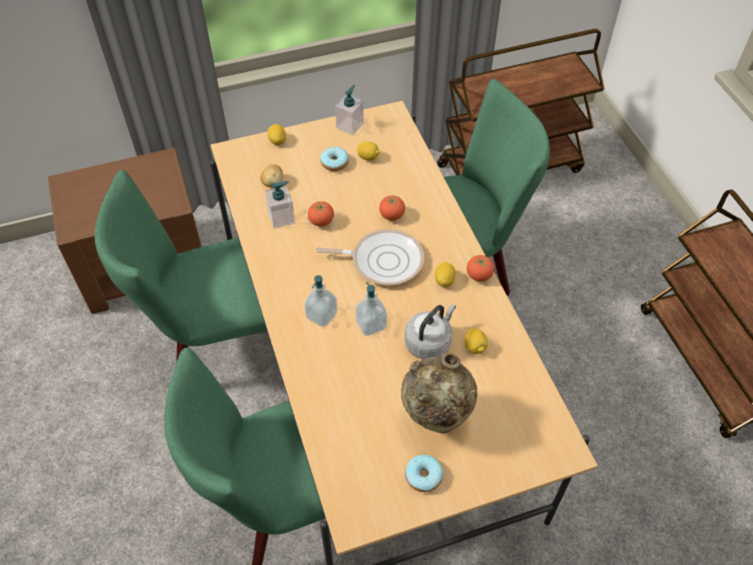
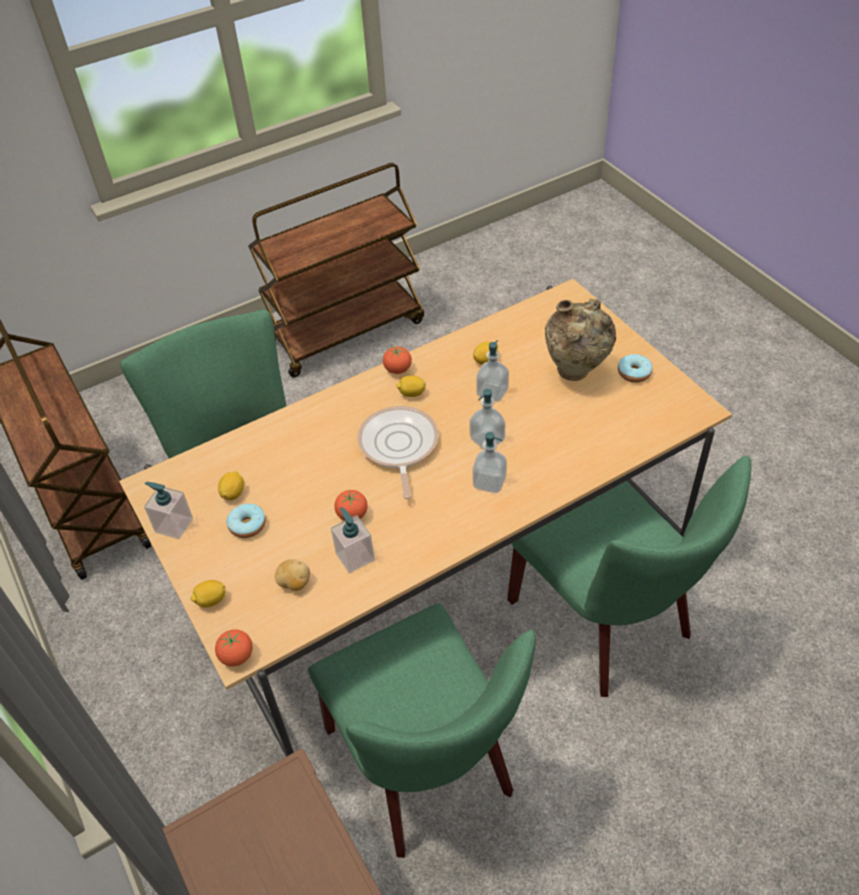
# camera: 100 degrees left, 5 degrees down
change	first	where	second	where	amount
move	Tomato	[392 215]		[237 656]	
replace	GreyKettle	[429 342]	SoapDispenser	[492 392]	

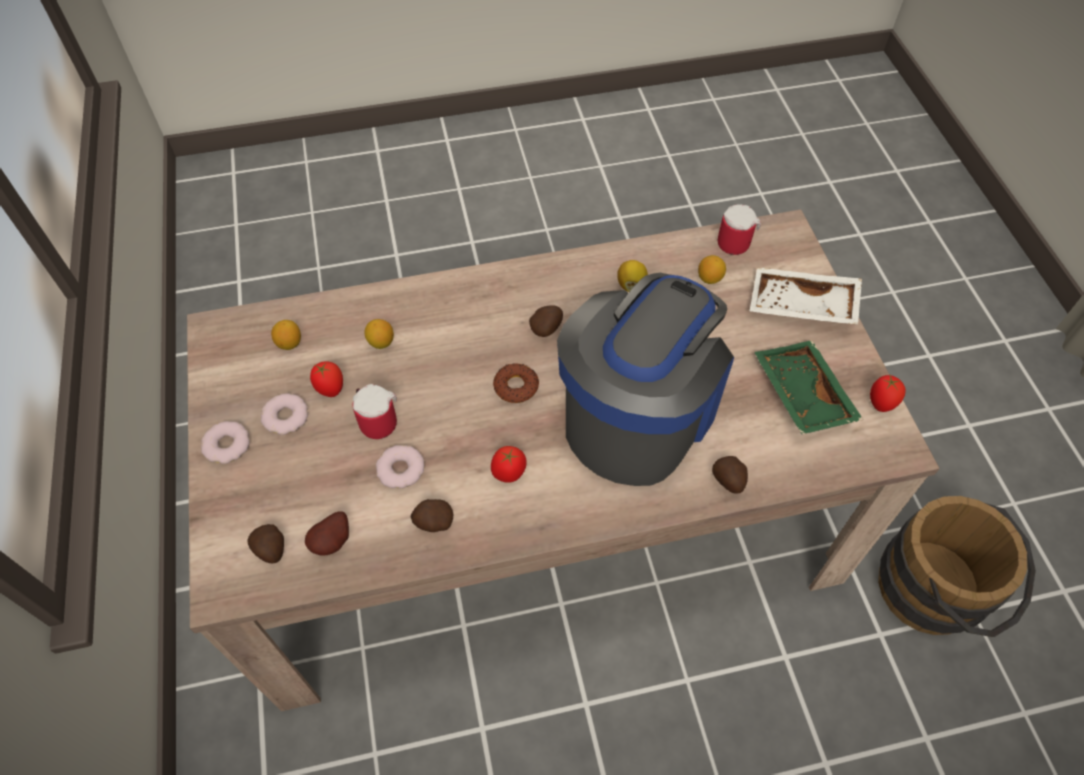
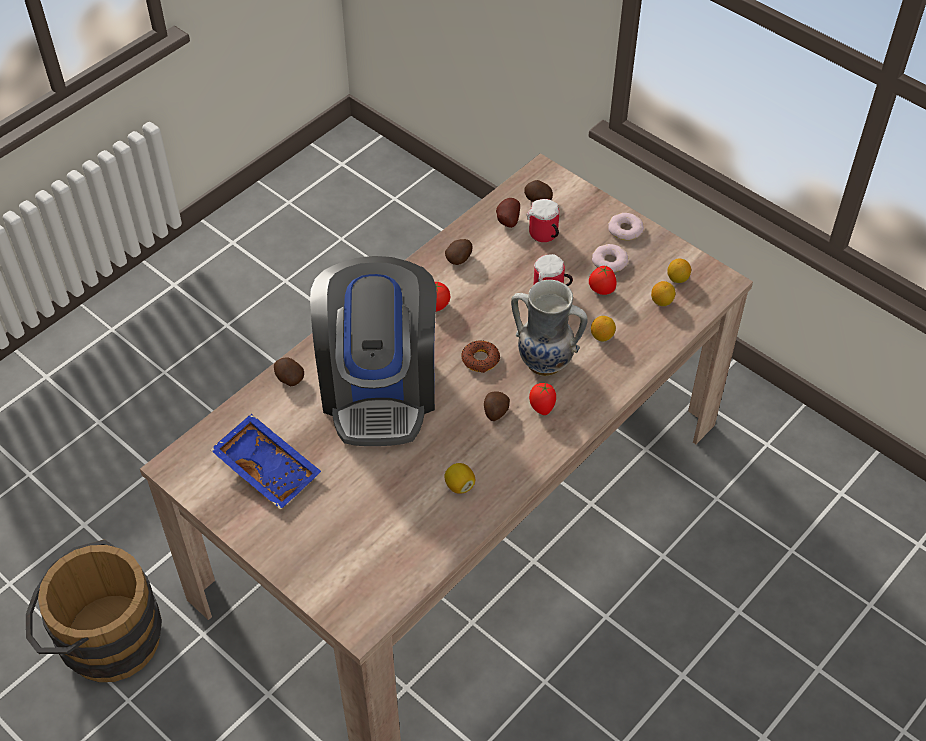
# camera: 145 degrees right, 5 degrees down
change	first	where	second	where	amount
move	Mug	[734 240]		[544 236]	
move	Lemon	[709 278]		[677 279]	
delete	WhiteTray	[801 306]			
recolor	GreenTray	[800 395]	BlueTray	[268 467]	
move	Tomato	[881 403]		[541 408]	
delete	Donut	[401 469]			
insert			Vase	[545 361]	

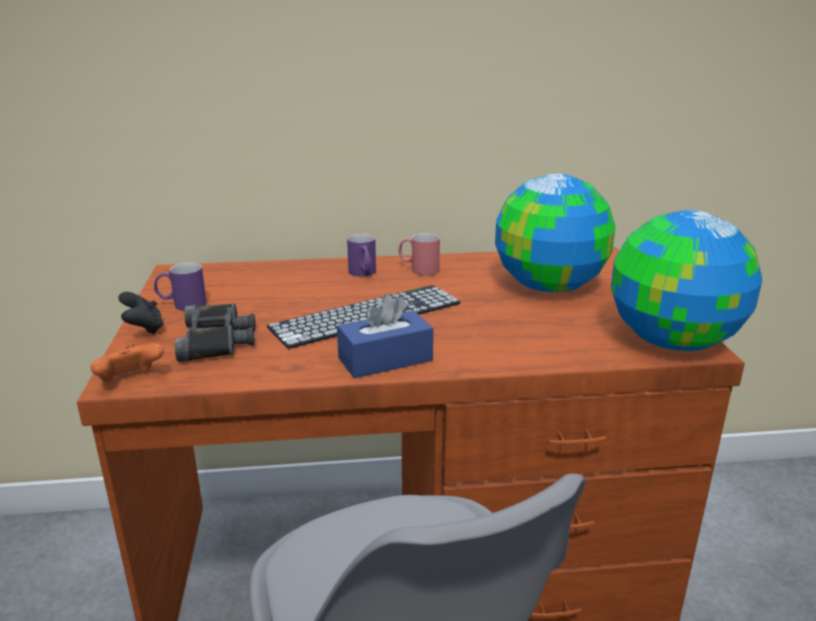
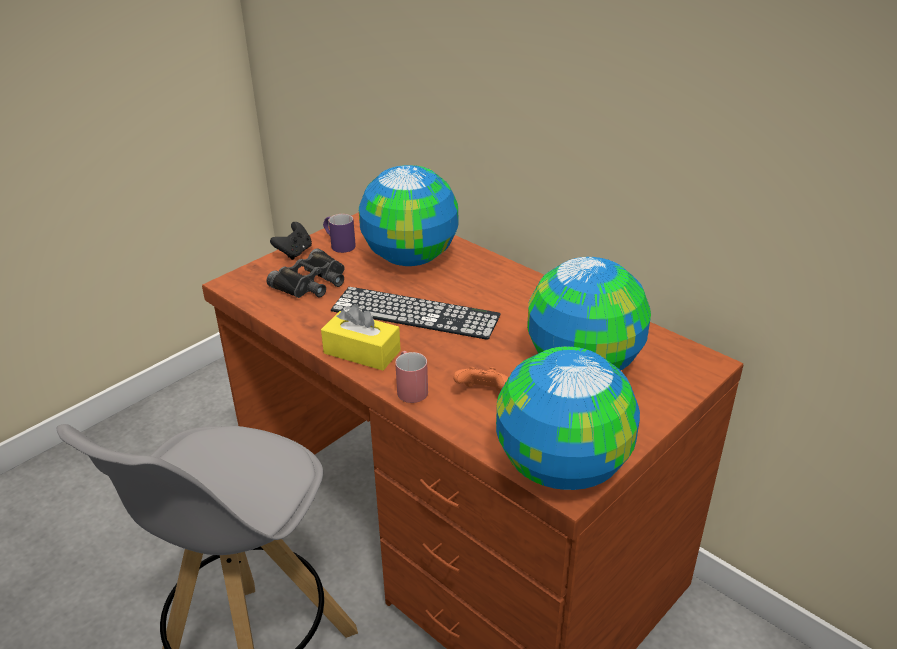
# camera: 50 degrees right, 10 degrees up
change	first	where	second	where	amount
move	RedMug	[418 269]		[410 388]	
delete	PurpleMug	[363 274]			
recolor	BlueTissueBox	[385 359]	YellowTissueBox	[362 352]	
move	OrangeGameController	[129 380]		[483 393]	
insert			Globe	[410 257]	

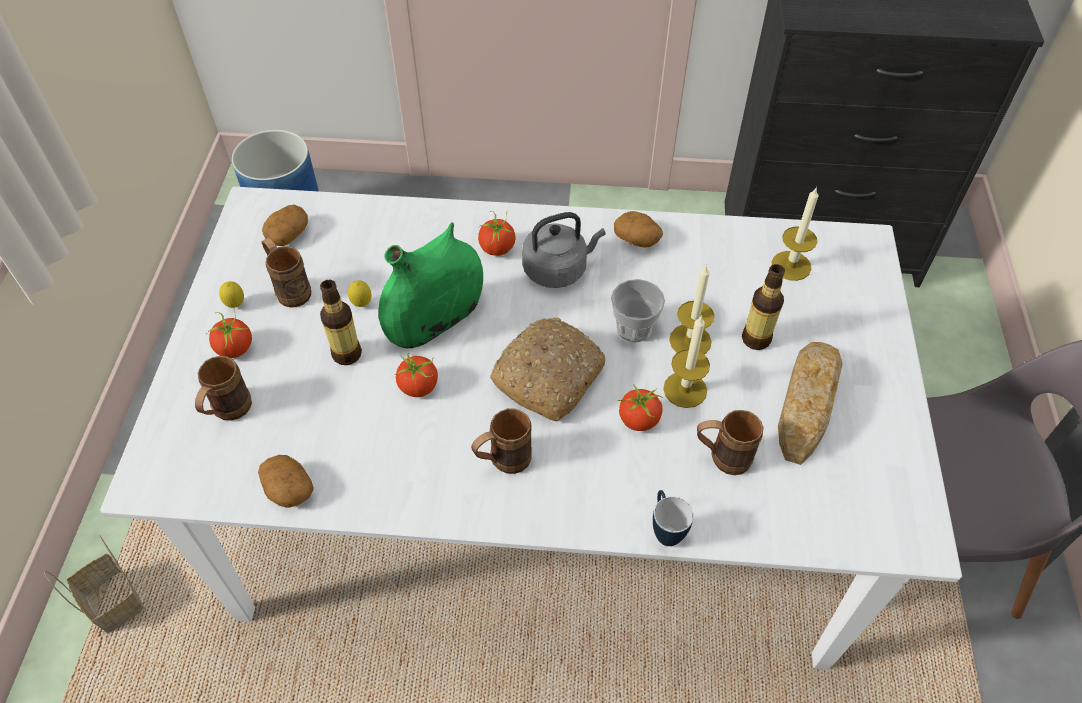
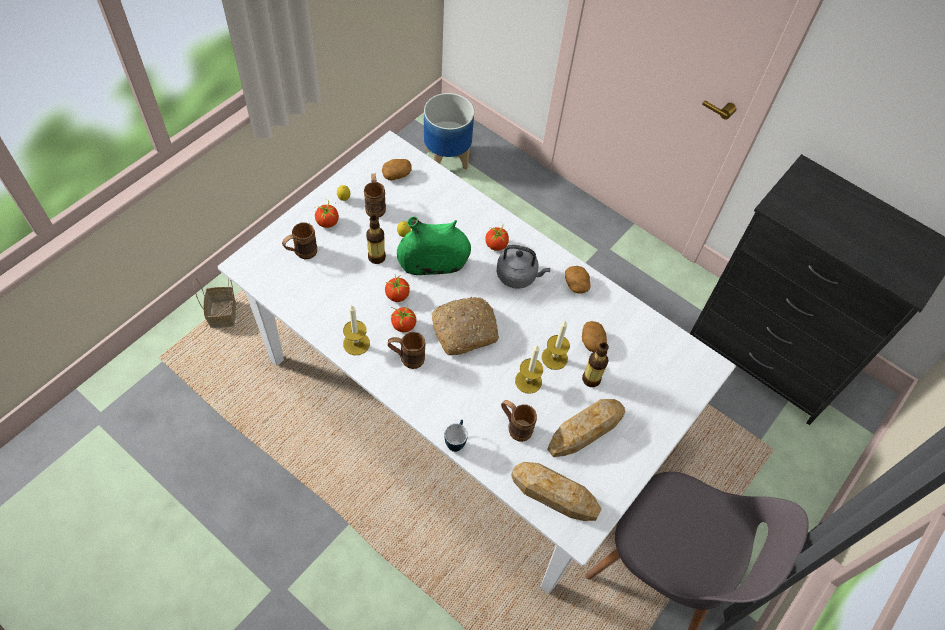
# camera: 30 degrees right, 5 degrees up
change	first	where	second	where	amount
move	Candle	[791 265]		[356 343]	
delete	Cup	[634 328]			
move	Tomato	[638 420]		[403 325]	
move	Potato	[288 489]		[592 341]	
insert			Bread	[554 494]	

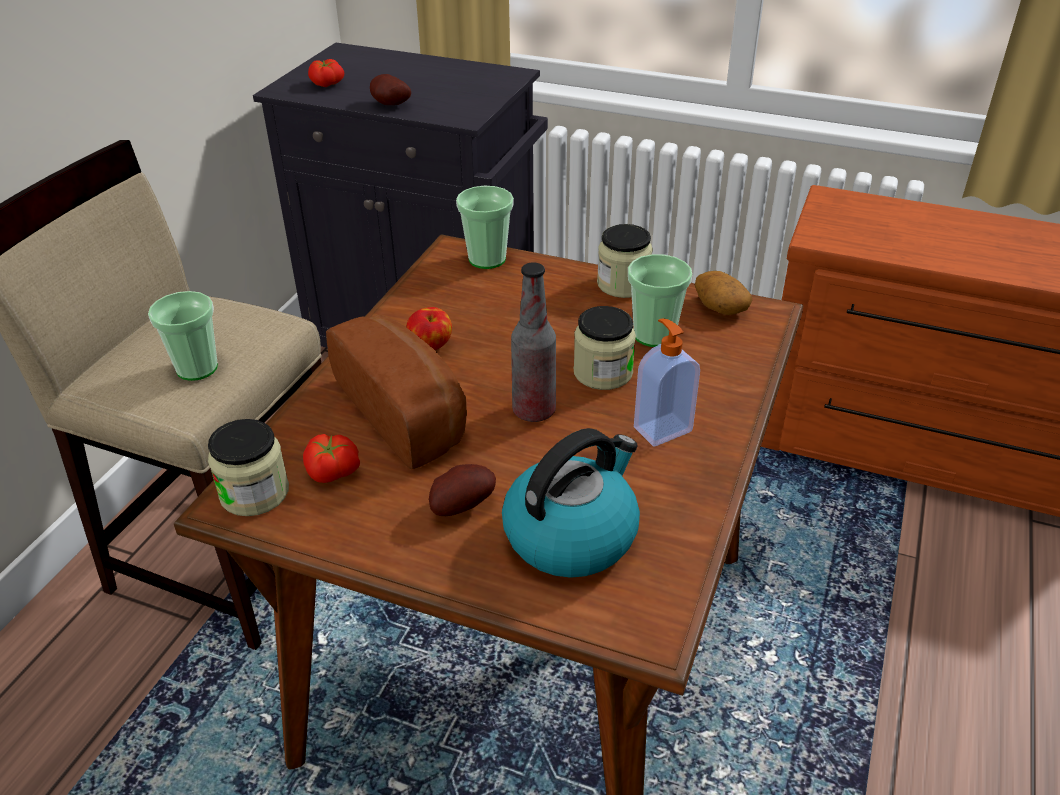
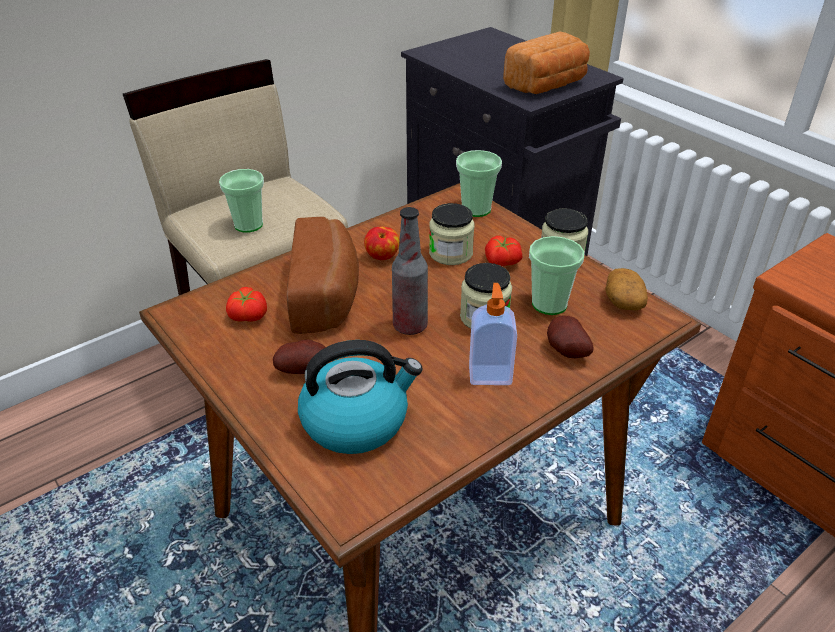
# camera: 30 degrees right, 0 degrees up
change	first	where	second	where	amount
move	Tomato	[326 85]		[501 262]	
move	Potato	[389 105]		[565 352]	
move	Jar	[254 493]		[450 253]	
insert			Bread	[547 85]	

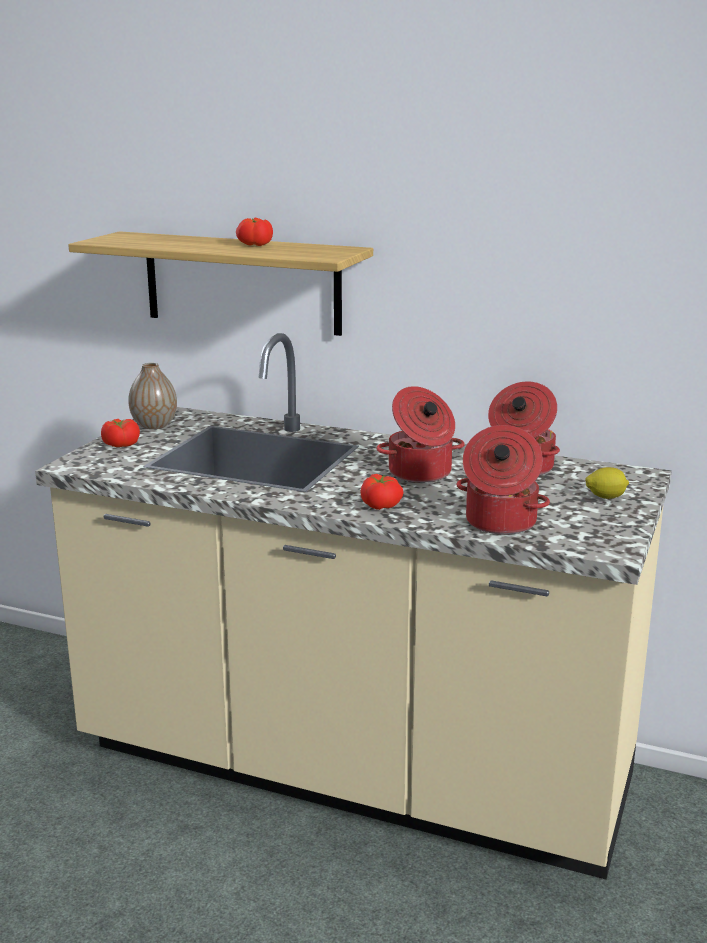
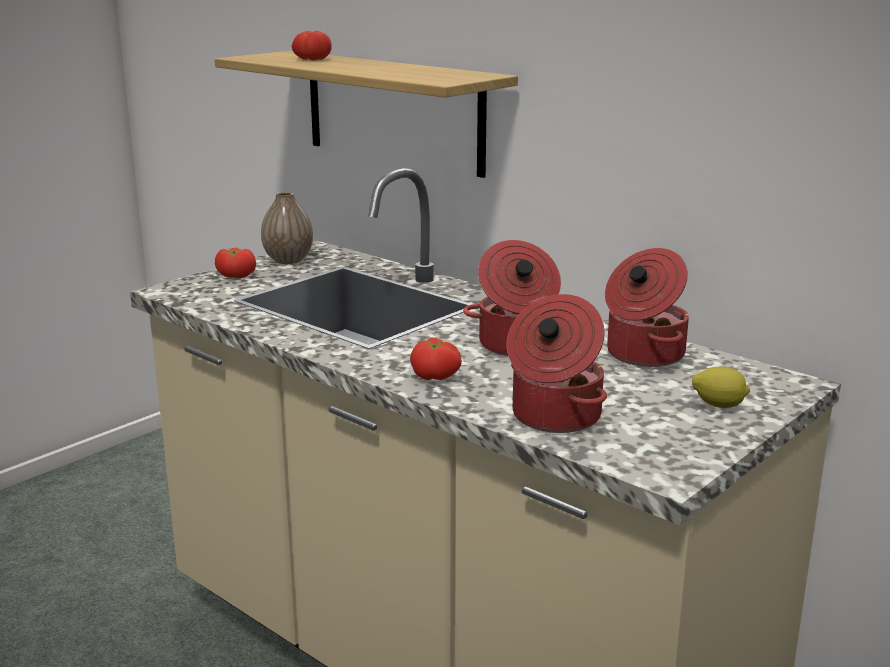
# camera: 20 degrees right, 0 degrees up
change	first	where	second	where	amount
move	Tomato	[255 245]		[312 59]	

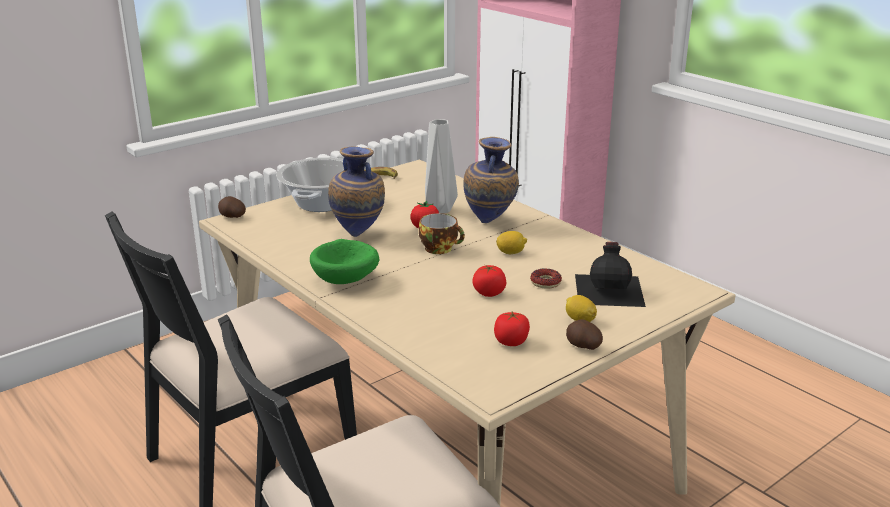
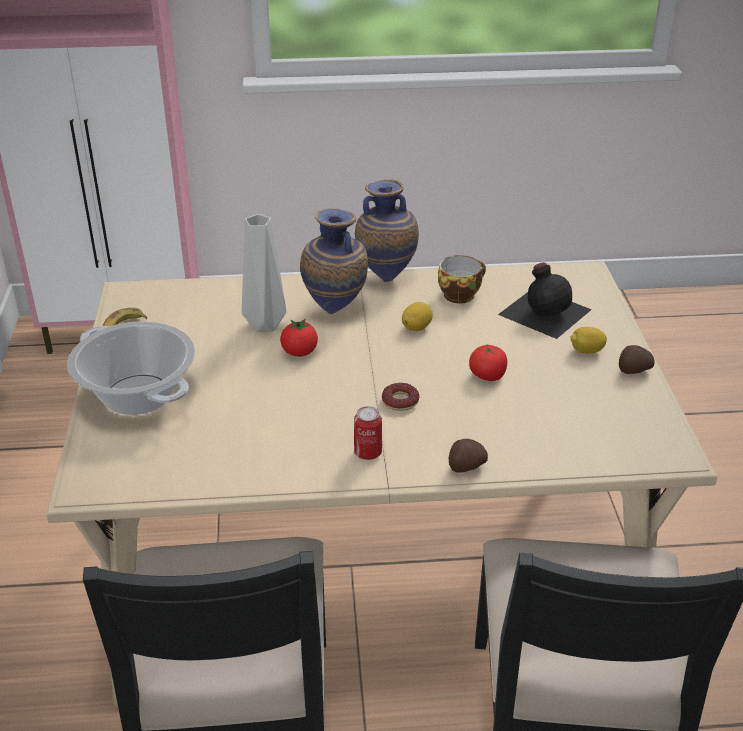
# camera: 55 degrees left, 10 degrees up
change	first	where	second	where	amount
move	Vase	[359 234]		[386 277]	
move	Potato	[232 217]		[465 467]	
move	Cup	[441 248]		[460 294]	
replace	GreenBowl	[347 280]	Can	[368 453]	
move	Donut	[545 282]		[400 401]	
delete	Tomato	[511 342]			

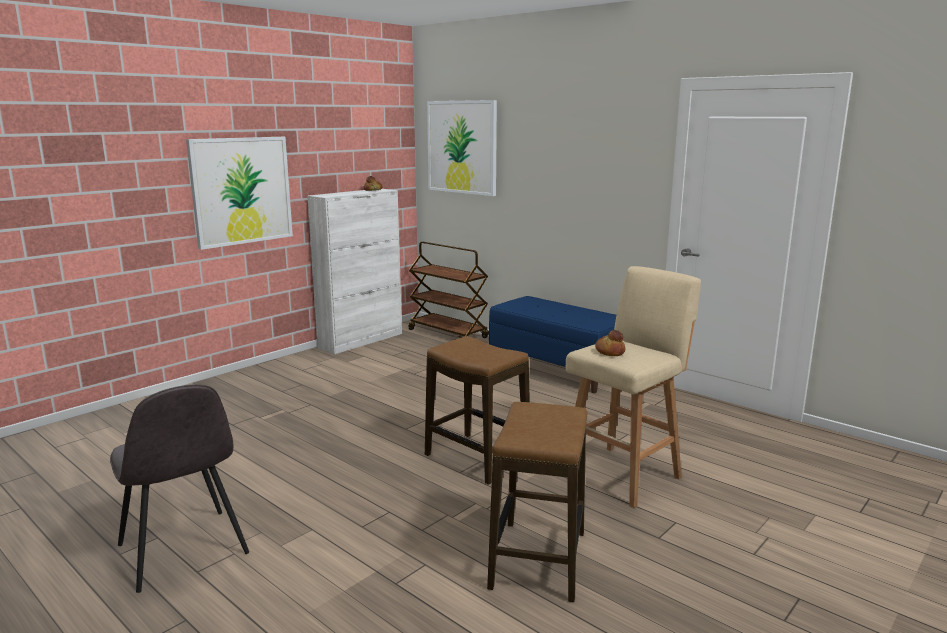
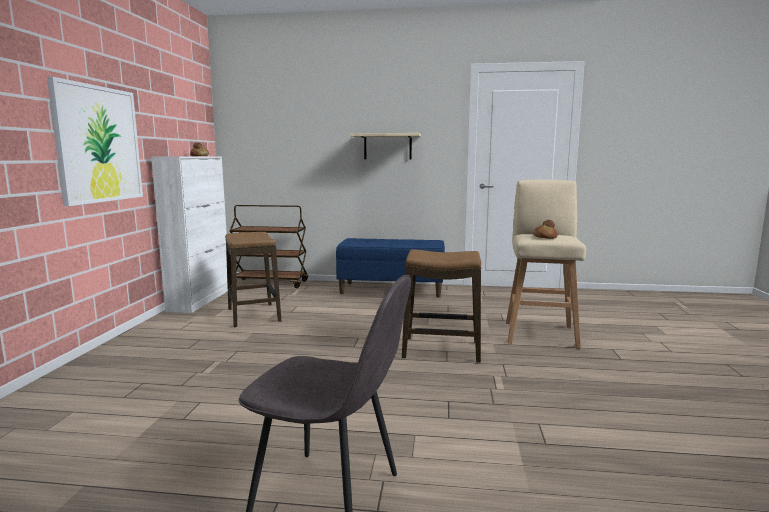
# camera: 35 degrees left, 5 degrees down
change	first	where	second	where	amount
delete	Picture	[462 147]			
move	Stool	[538 560]		[253 315]	
insert			BeigeShelf	[387 146]	

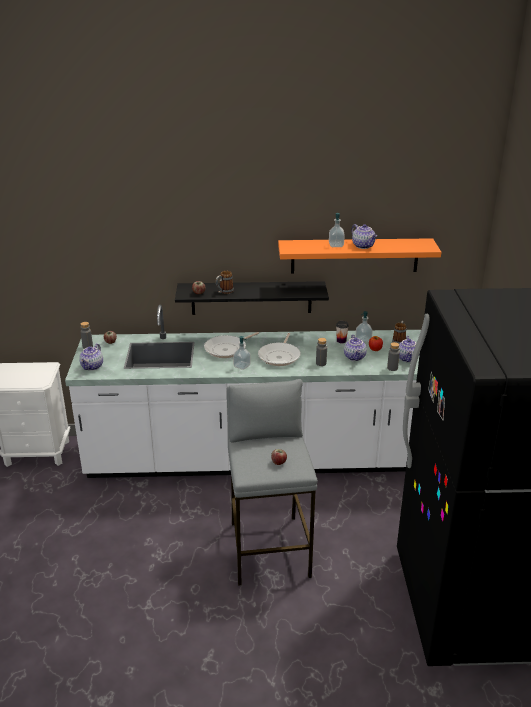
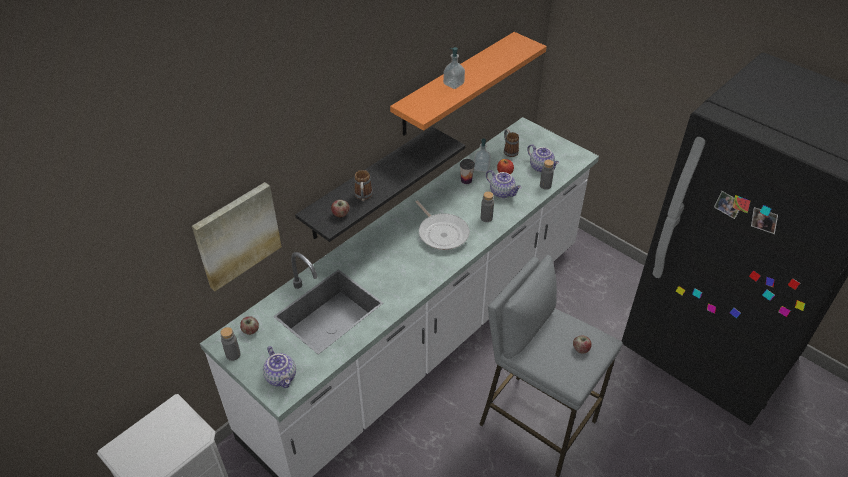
# camera: 45 degrees left, 15 degrees up
change	first	where	second	where	amount
delete	Teapot	[363 246]			
delete	FryingPan	[227 349]			
delete	SoapDispenser	[242 366]			
insert			Picture	[237 235]	

